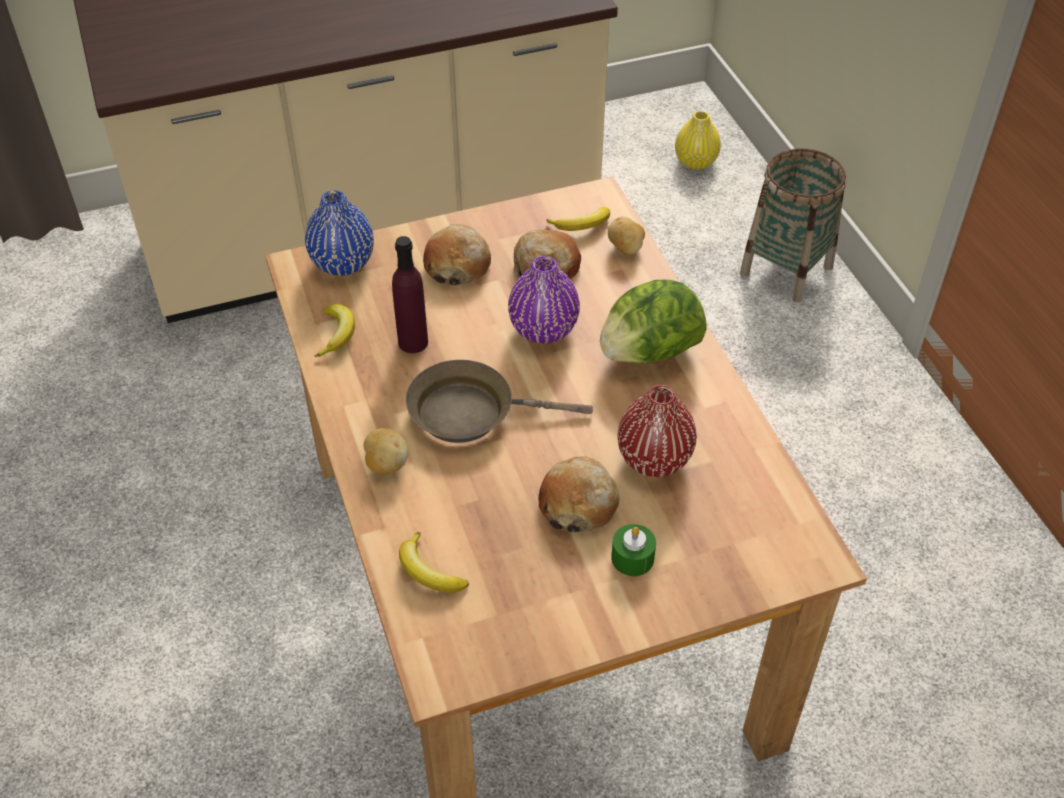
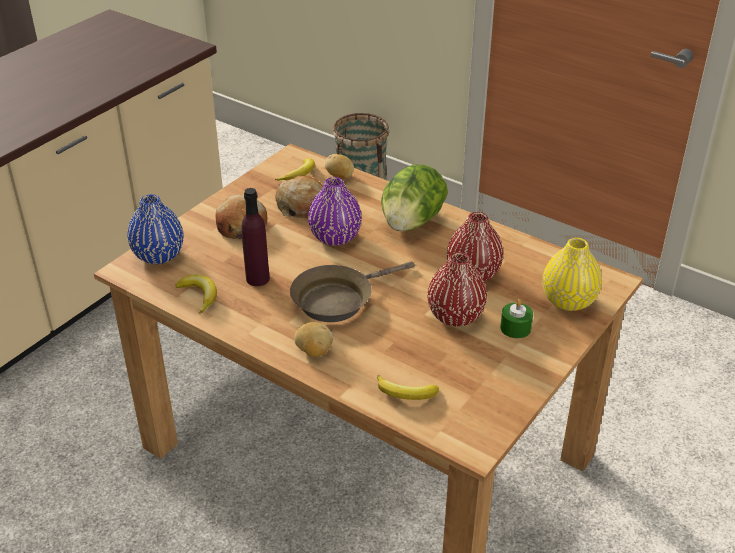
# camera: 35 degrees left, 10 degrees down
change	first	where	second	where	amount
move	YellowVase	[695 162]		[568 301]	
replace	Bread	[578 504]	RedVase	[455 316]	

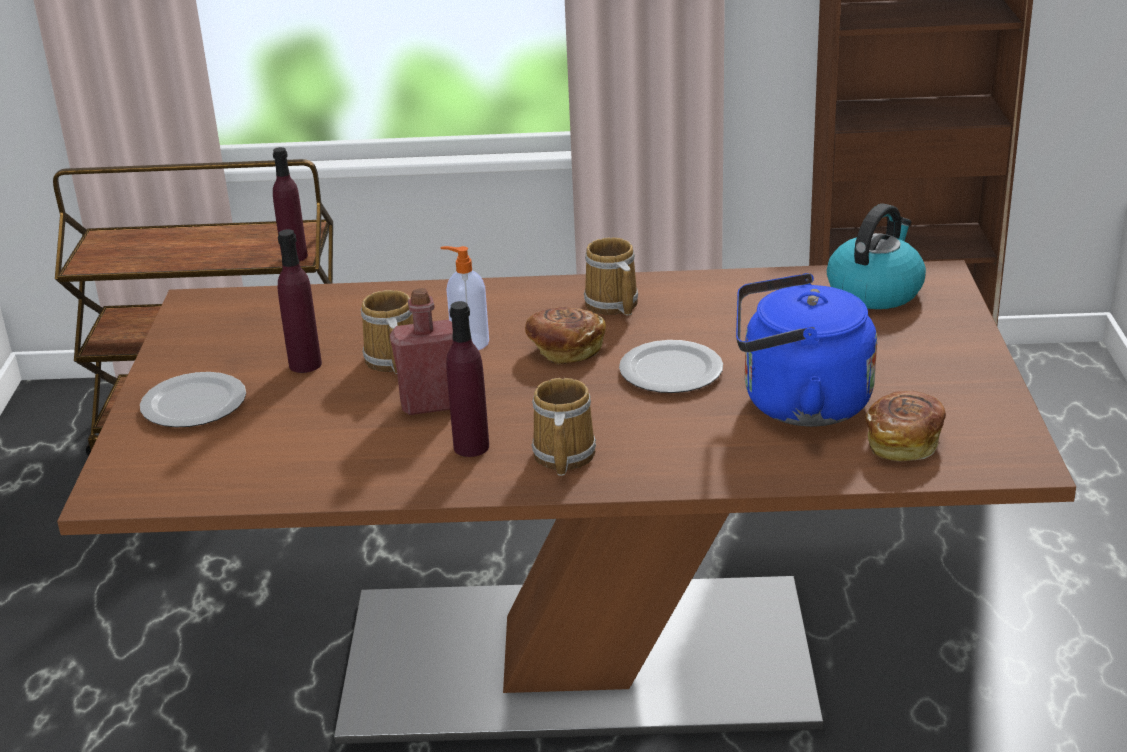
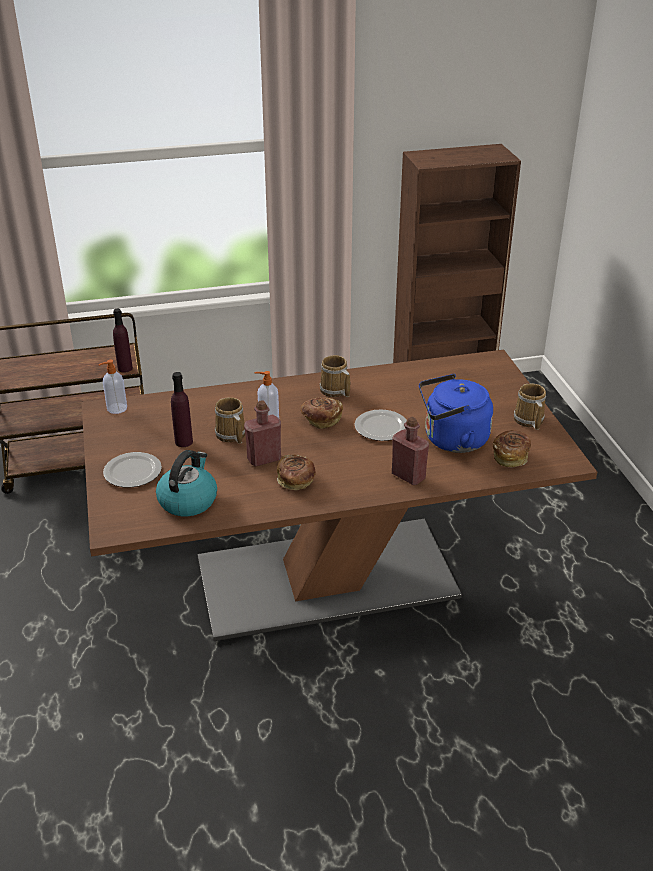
# camera: 15 degrees left, 5 degrees up
change	first	where	second	where	amount
move	Kettle	[875 291]		[188 500]	
replace	PurpleBottle	[471 447]	Bread	[296 481]	
move	Mug	[561 456]		[528 420]	
insert			SoapDispenser	[116 408]	
insert			RedBottle	[408 476]	

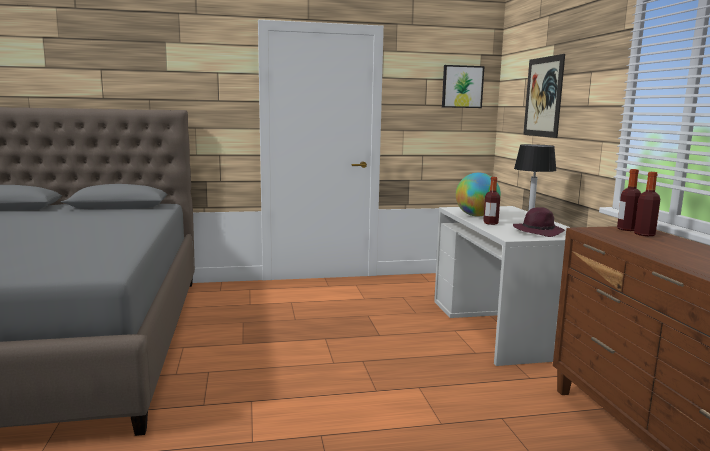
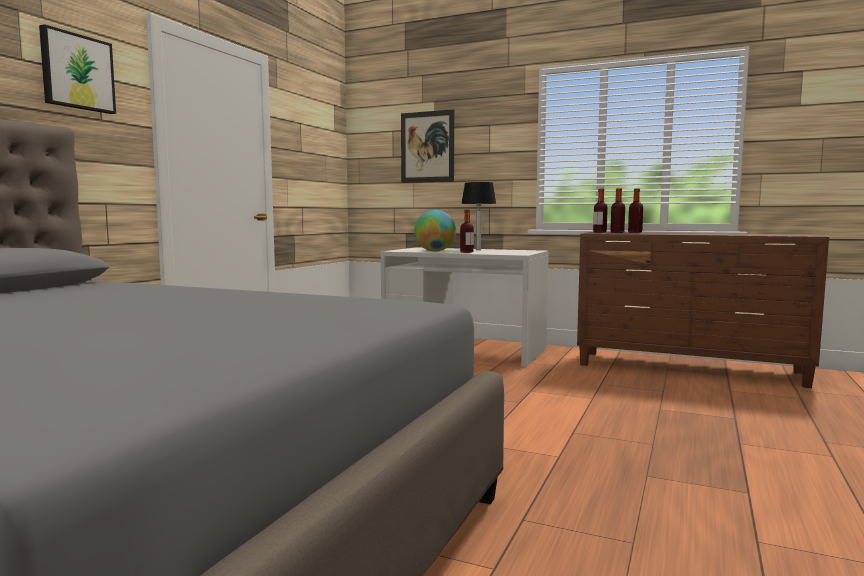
# camera: 55 degrees left, 5 degrees down
change	first	where	second	where	amount
move	Picture	[462 87]		[77 72]	
delete	PurpleHat	[538 232]			
insert			Bottle	[635 232]	

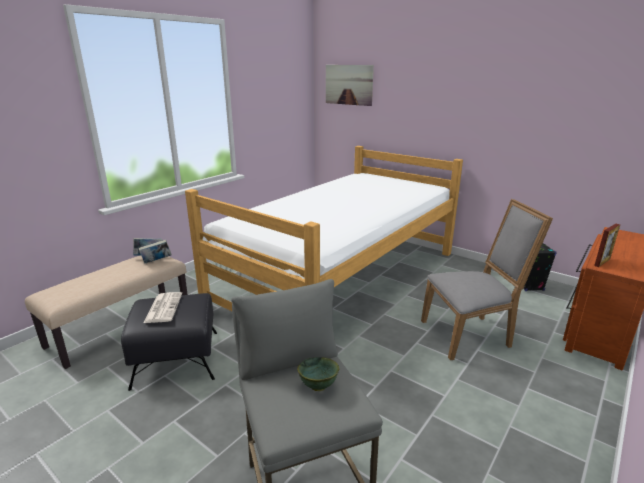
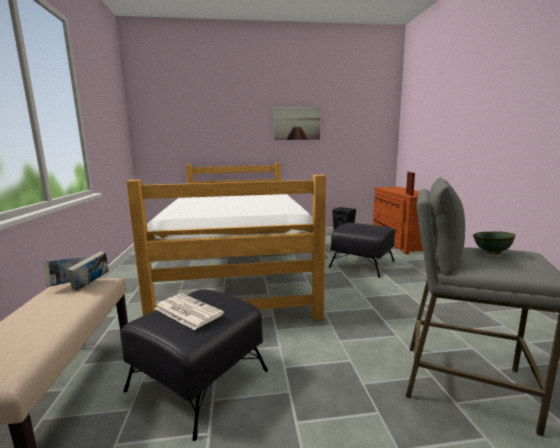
# camera: 45 degrees left, 10 degrees down
change	first	where	second	where	amount
move	Picture	[348 84]		[297 123]	
replace	GreyChair	[470 334]	BlackOttoman	[362 264]	

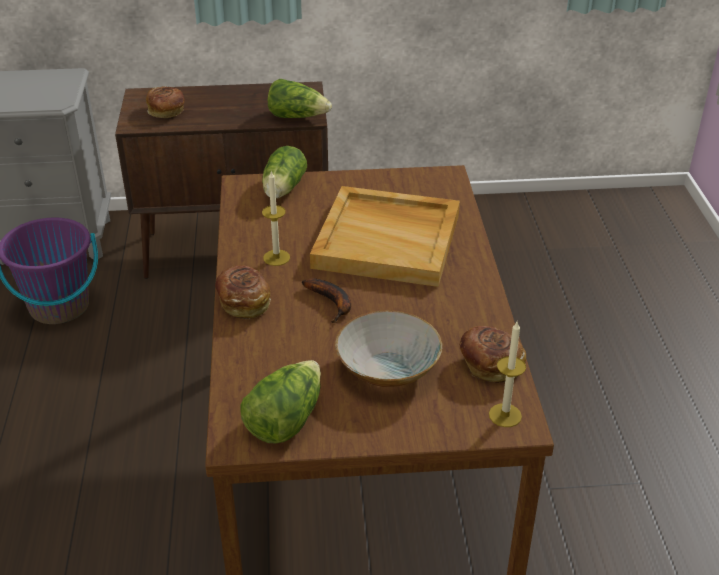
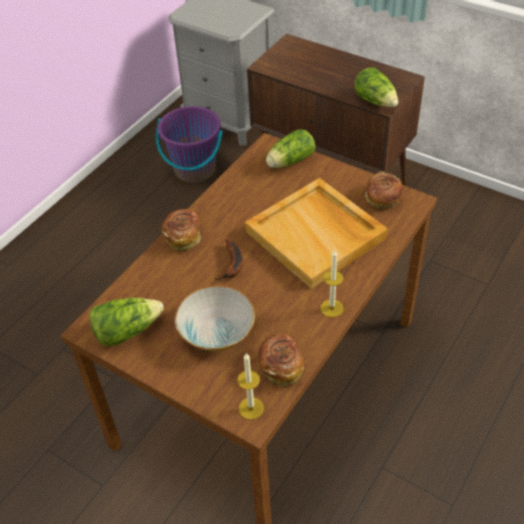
# camera: 40 degrees right, 10 degrees up
change	first	where	second	where	amount
move	Bread	[166 112]		[382 199]	
move	Candle	[276 257]		[331 308]	

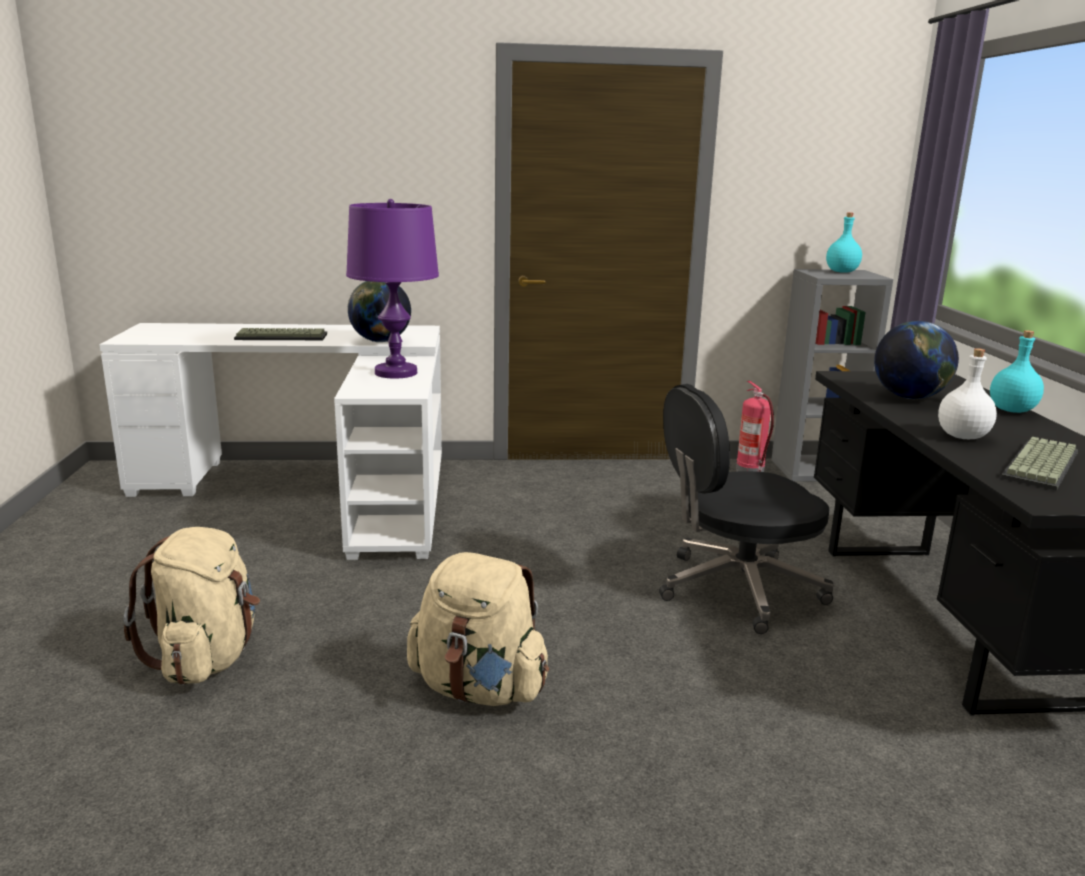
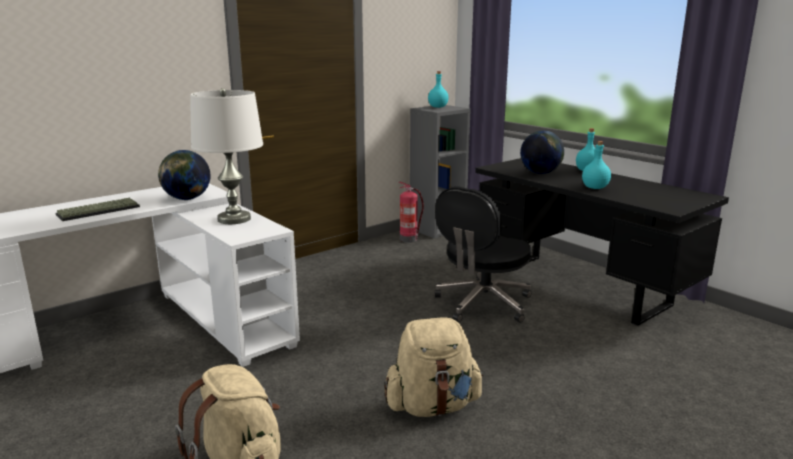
# camera: 35 degrees left, 0 degrees up
change	first	where	second	where	amount
recolor	PurpleTableLamp	[396 373]	WhiteTableLamp	[234 219]	
recolor	WhiteBottle	[962 437]	TurquoiseBottle	[595 188]	
delete	Keyboard	[1043 466]			

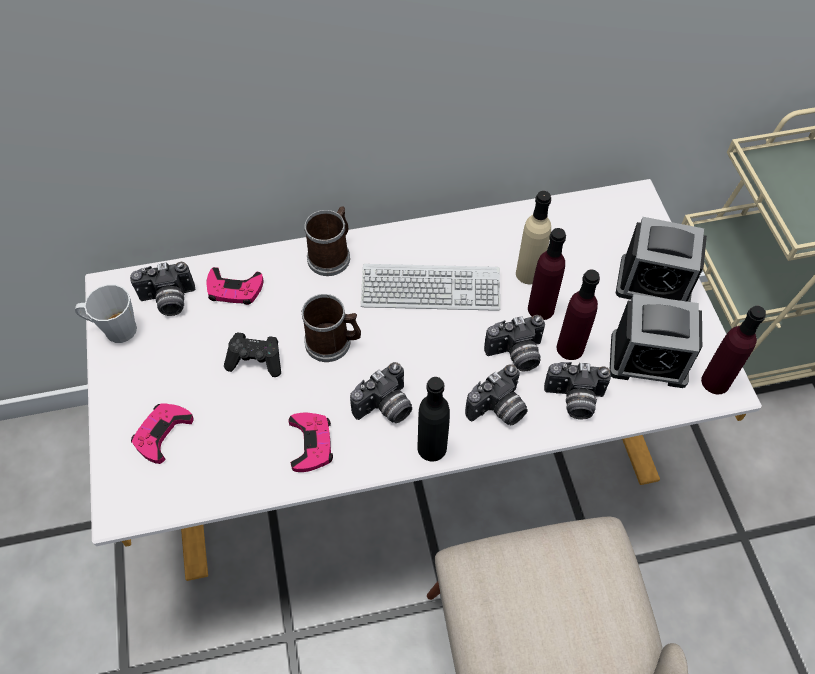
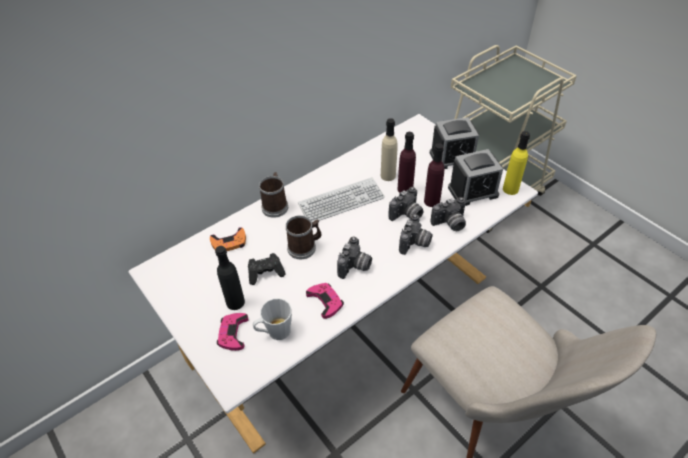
# camera: 25 degrees left, 10 degrees down
change	first	where	second	where	amount
delete	PhotoCamera	[168 301]			
recolor	PinkGameController	[234 289]	OrangeGameController	[229 243]	
move	GreyMug	[114 329]		[275 332]	
recolor	PurpleBottle	[715 382]	YellowBottle	[510 189]	
move	BlackBottle	[432 448]		[235 302]	

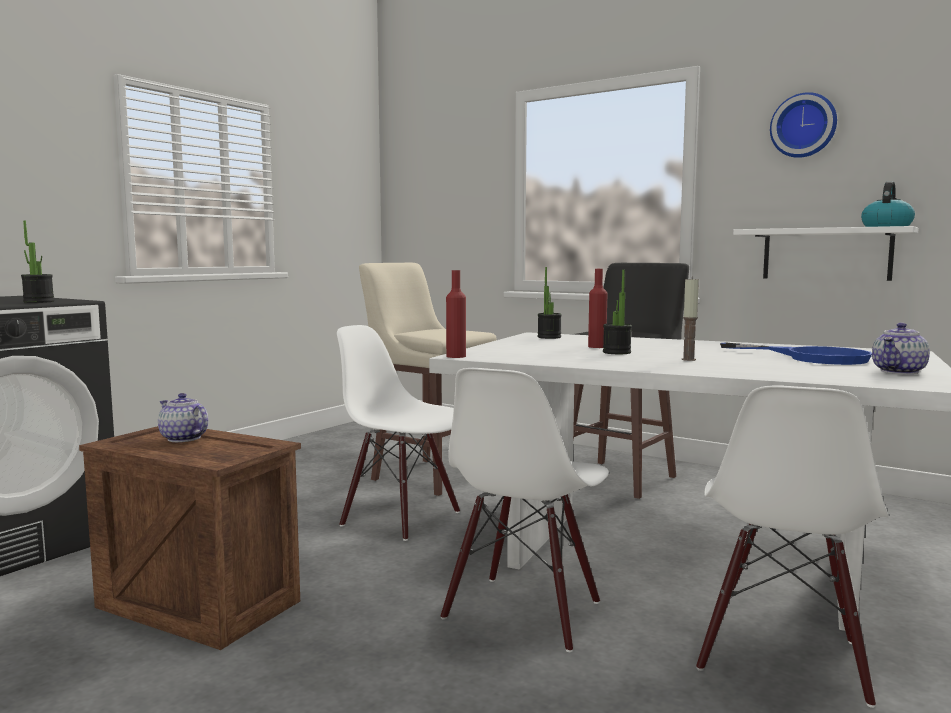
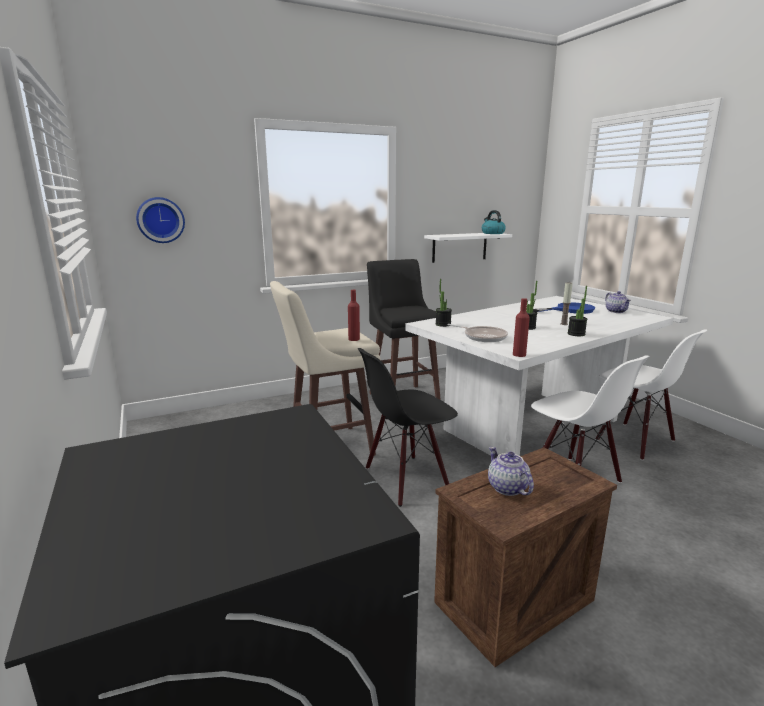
# camera: 60 degrees left, 10 degrees up
change	first	where	second	where	amount
move	WallClock	[804 126]		[160 220]	
move	PottedPlant	[39 302]		[576 334]	
move	RedBottle	[597 347]		[354 339]	
recolor	WhiteChair	[402 518]	BlackChair	[406 479]	
rotate	Teapot	[183 438]		[506 488]	90 degrees clockwise
insert			FryingPan	[482 337]	

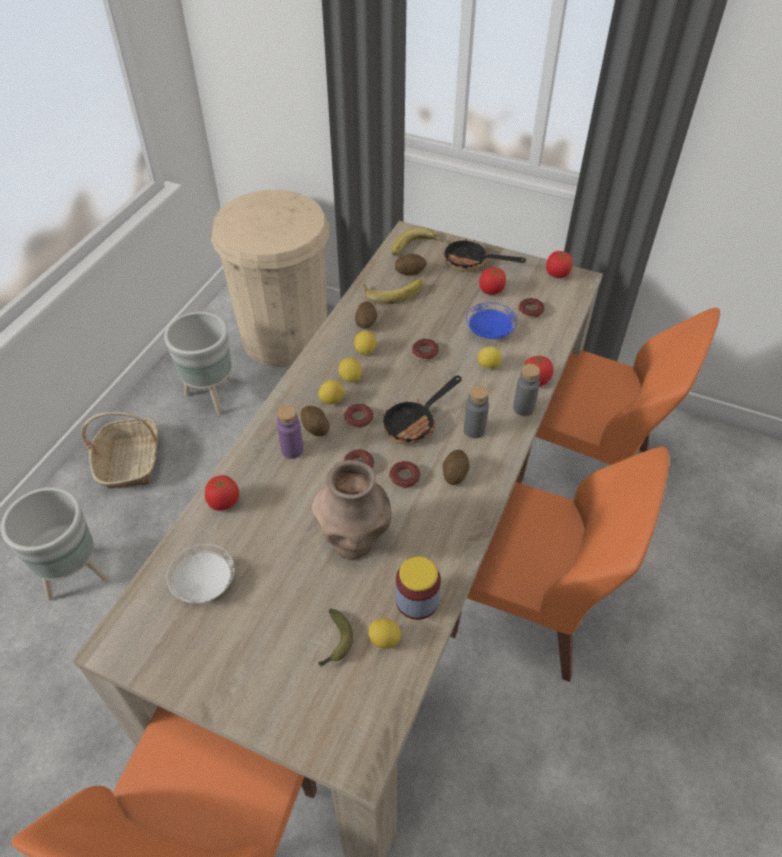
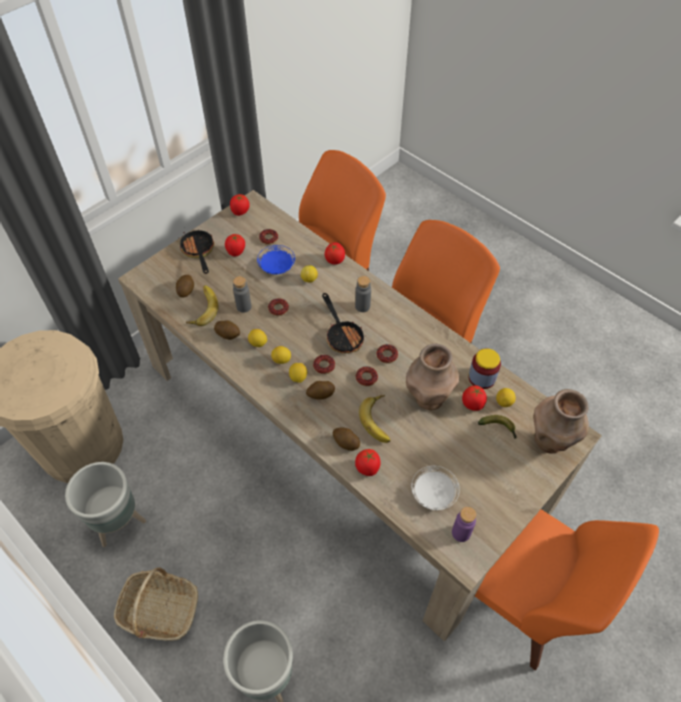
# camera: 70 degrees left, 5 degrees up
change	first	where	second	where	amount
move	Banana	[416 248]		[379 420]	
rotate	FryingPan	[472 263]		[198 252]	120 degrees clockwise
move	GreyBottle	[523 408]		[243 306]	
move	PurpleBottle	[292 450]		[461 533]	
move	Potato	[455 473]		[345 443]	
insert			Tomato	[472 404]	
insert			BrownVase	[550 441]	

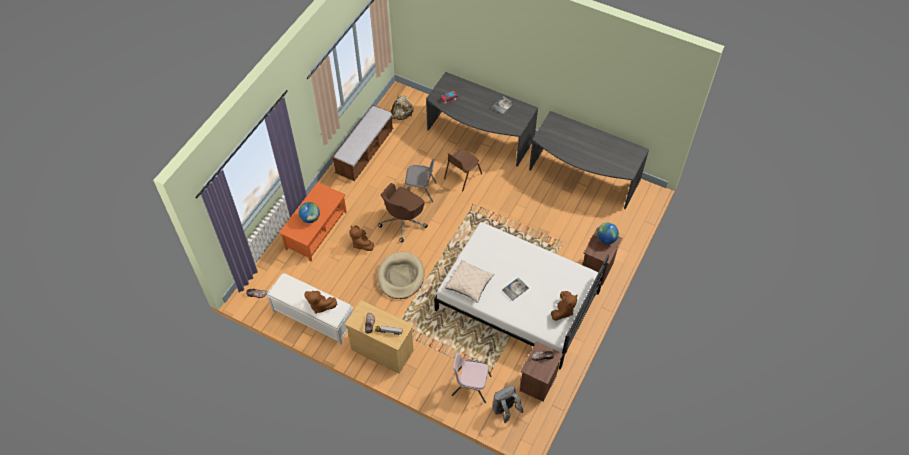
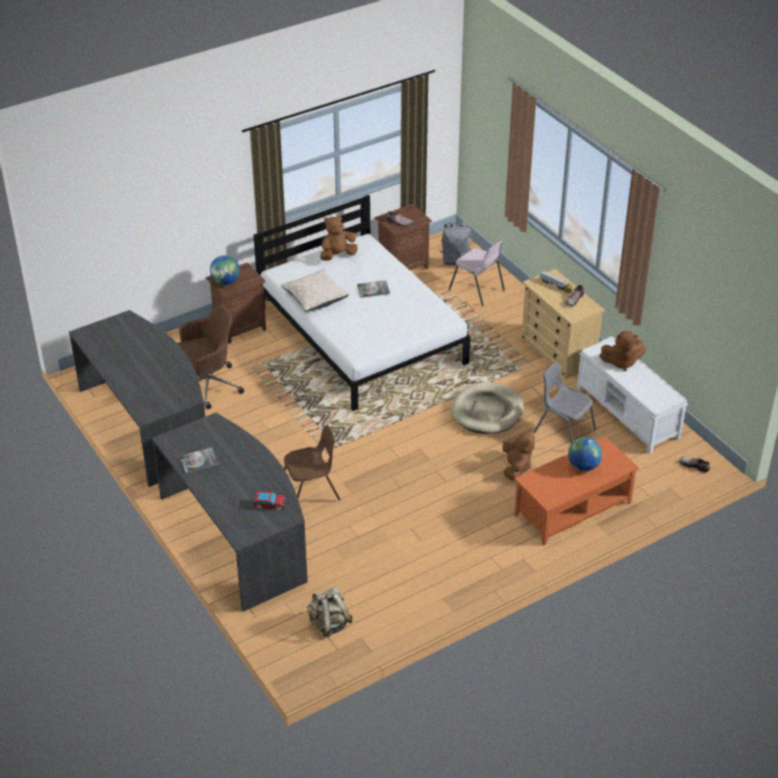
# camera: 150 degrees left, 15 degrees down
change	first	where	second	where	amount
delete	Bench	[365 152]			
move	GreyChair	[420 191]		[563 431]	
move	BrownOfficeChair	[403 221]		[207 385]	
move	BeigePillow	[469 284]		[315 298]	
rotate	BrownPlushToy	[320 305]		[621 362]	120 degrees clockwise

